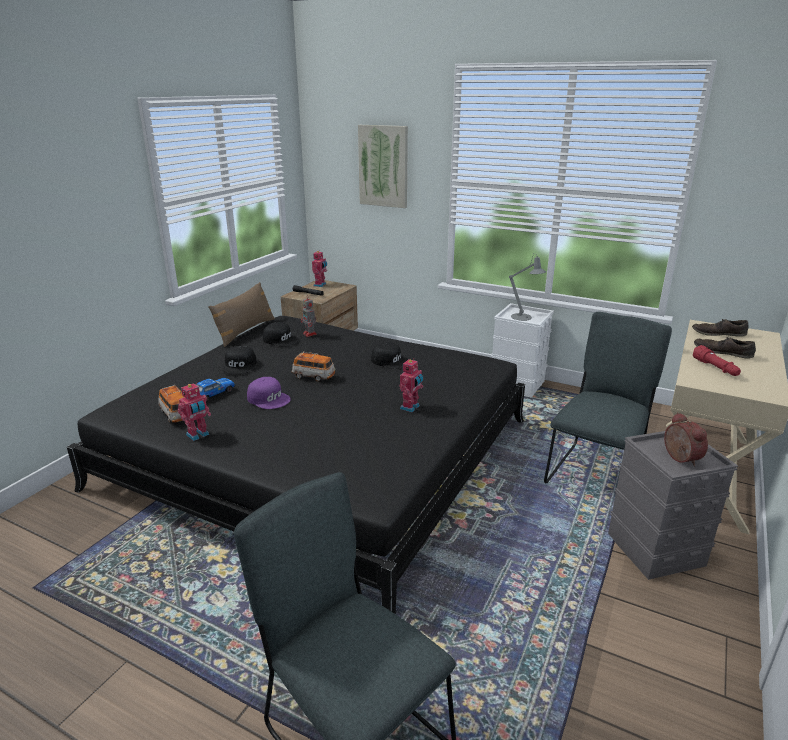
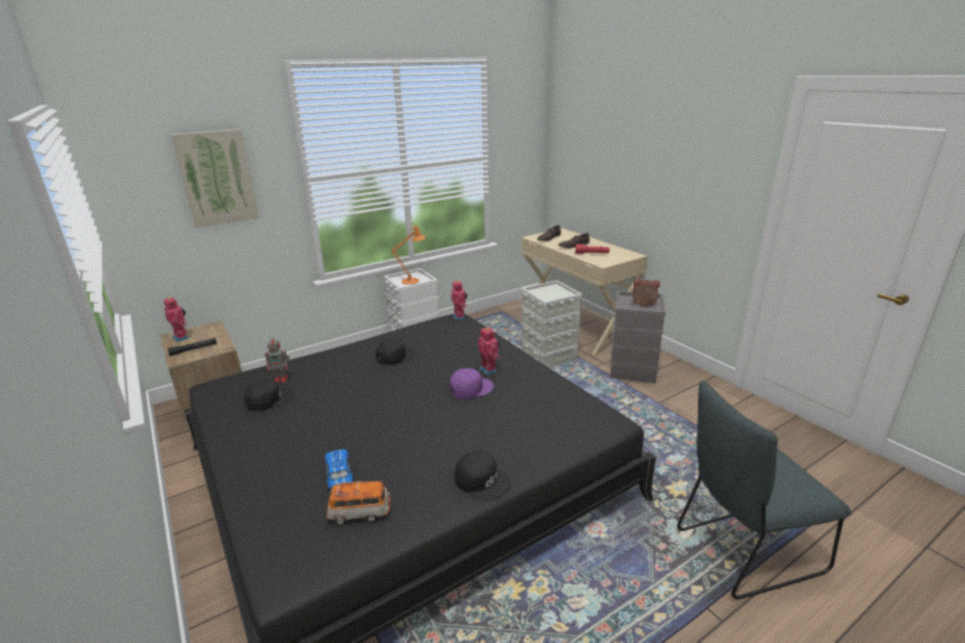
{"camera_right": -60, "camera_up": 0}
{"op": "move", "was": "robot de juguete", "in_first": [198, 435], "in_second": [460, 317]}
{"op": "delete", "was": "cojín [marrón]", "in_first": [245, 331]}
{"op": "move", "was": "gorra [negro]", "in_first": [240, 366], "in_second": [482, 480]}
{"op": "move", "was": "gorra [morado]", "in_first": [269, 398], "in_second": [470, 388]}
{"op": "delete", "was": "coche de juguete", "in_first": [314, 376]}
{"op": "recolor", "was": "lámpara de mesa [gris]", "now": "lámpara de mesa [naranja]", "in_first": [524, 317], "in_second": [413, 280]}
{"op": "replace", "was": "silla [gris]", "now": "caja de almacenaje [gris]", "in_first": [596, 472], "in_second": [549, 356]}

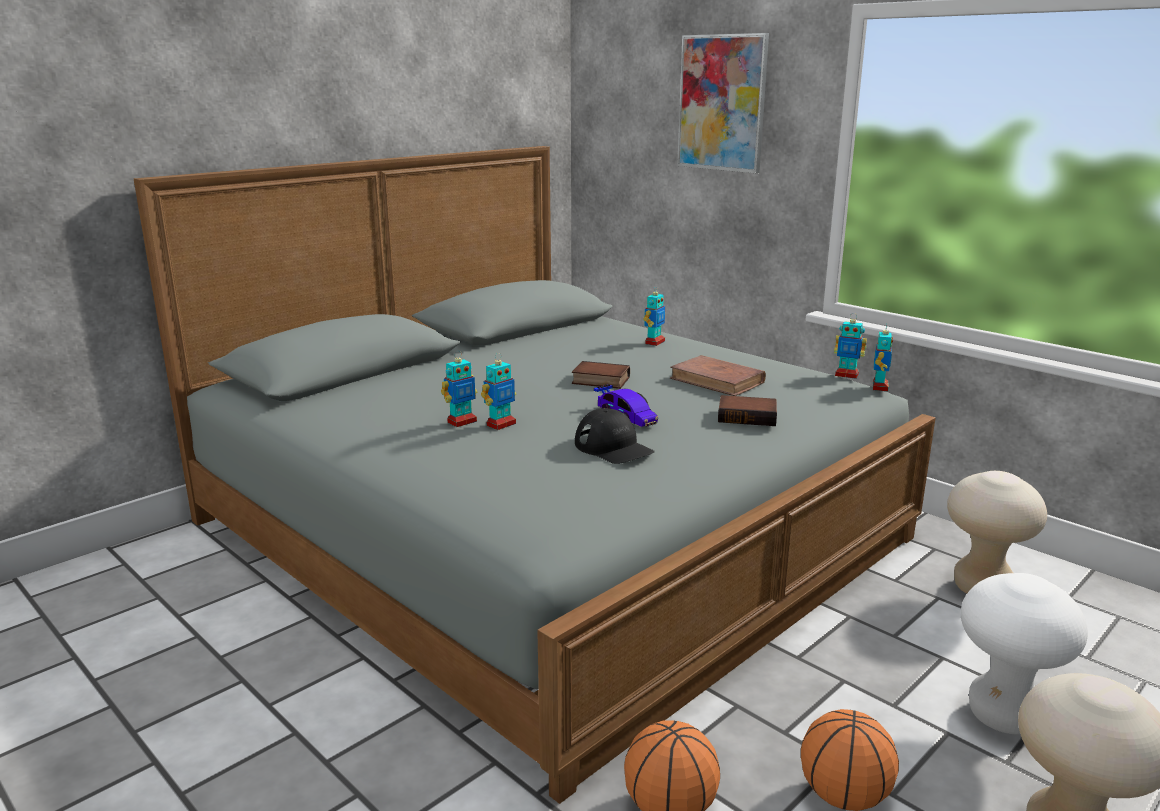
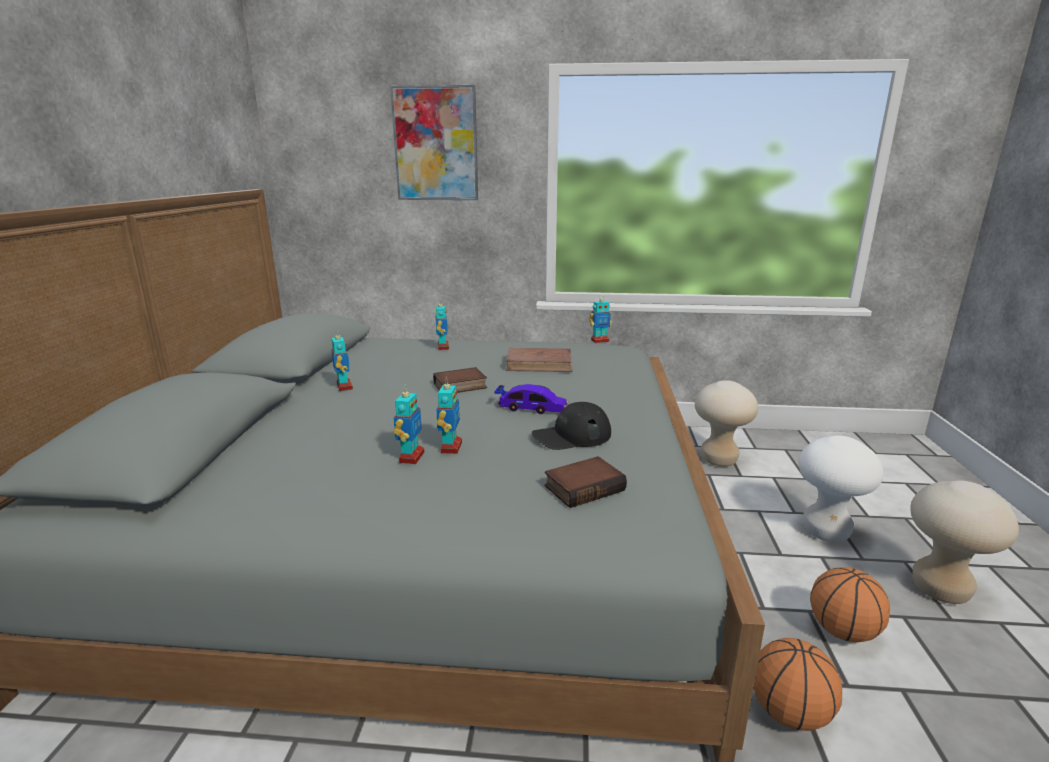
{"camera_right": -40, "camera_up": 0}
{"op": "rotate", "was": "gorra [negro]", "in_first": [613, 448], "in_second": [571, 436], "clockwise": 150}
{"op": "move", "was": "libro", "in_first": [748, 416], "in_second": [584, 487]}
{"op": "move", "was": "robot de juguete", "in_first": [879, 387], "in_second": [344, 387]}

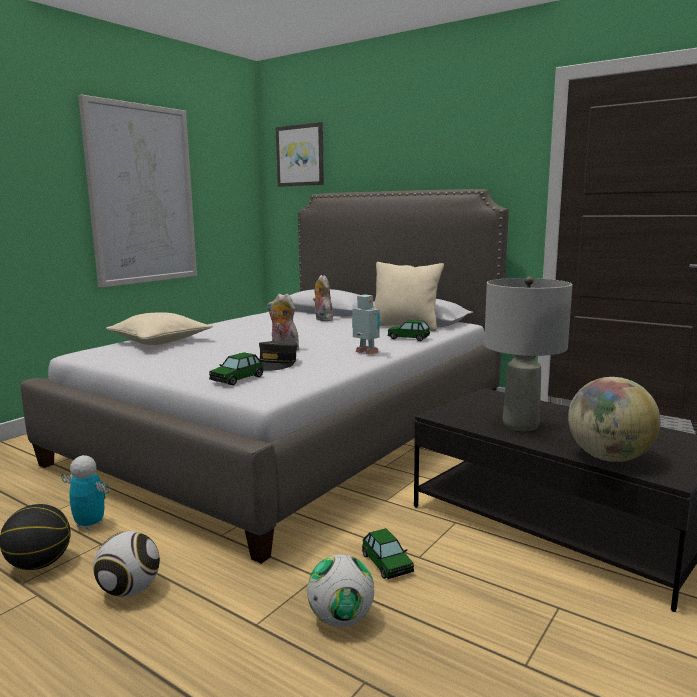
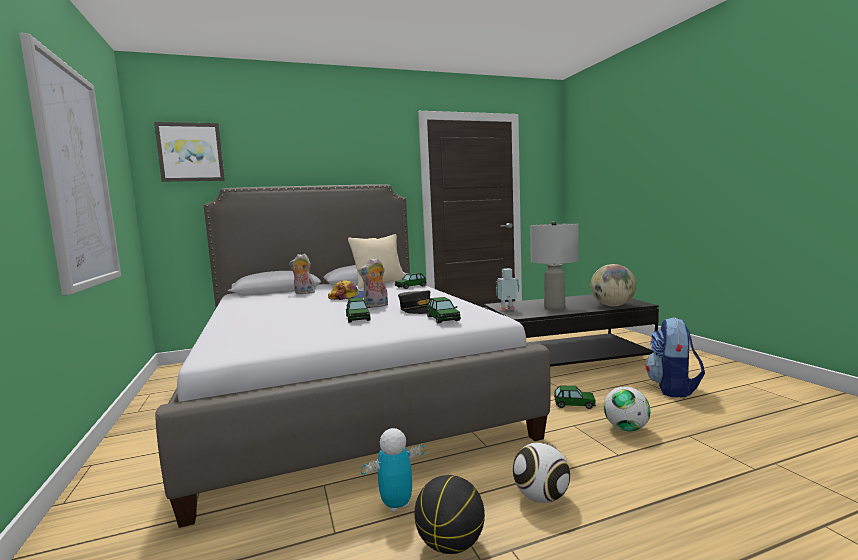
{"camera_right": -55, "camera_up": -5}
{"op": "delete", "was": "cojín [beis]", "in_first": [160, 341]}
{"op": "move", "was": "robot de juguete", "in_first": [366, 353], "in_second": [507, 310]}
{"op": "insert", "now": "gorra", "in_second": [349, 297]}
{"op": "insert", "now": "coche de juguete", "in_second": [358, 318]}
{"op": "insert", "now": "mochila", "in_second": [673, 389]}

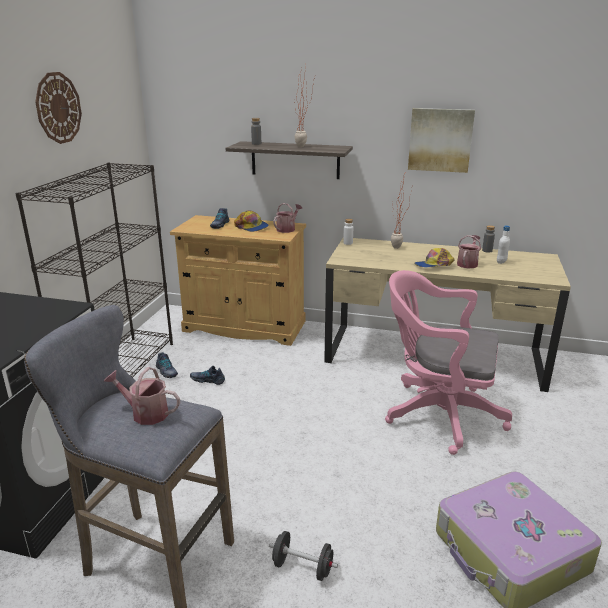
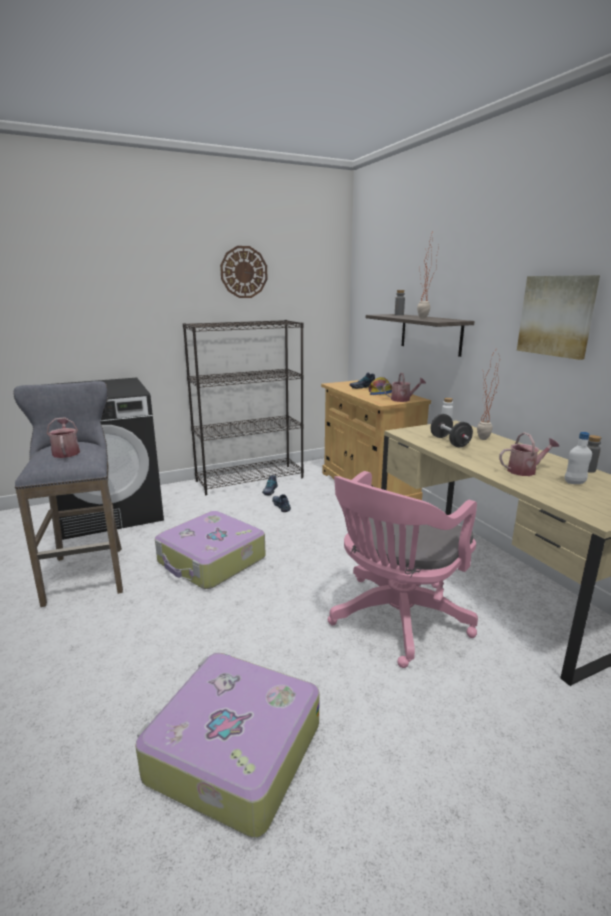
{"camera_right": 50, "camera_up": -5}
{"op": "move", "was": "mancuerna [negro]", "in_first": [302, 567], "in_second": [449, 442]}
{"op": "rotate", "was": "silla de oficina [rosa]", "in_first": [437, 414], "in_second": [395, 620], "clockwise": -120}
{"op": "delete", "was": "gorra", "in_first": [434, 265]}
{"op": "insert", "now": "maleta", "in_second": [211, 561]}

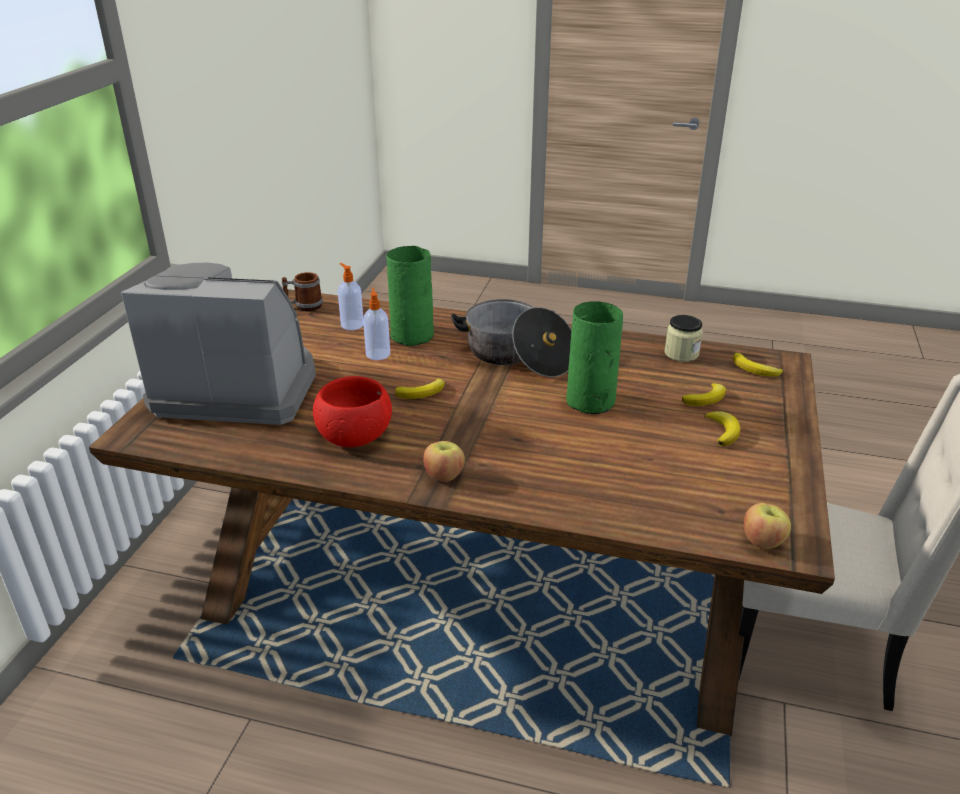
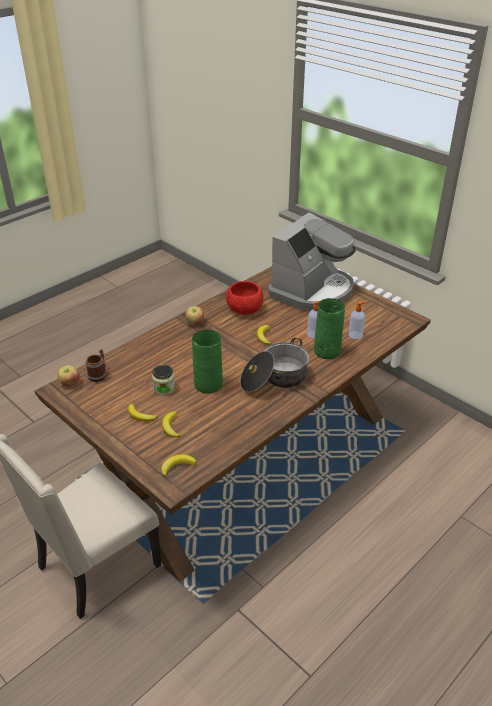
{"camera_right": 120, "camera_up": 5}
{"op": "move", "was": "taza grande", "in_first": [303, 306], "in_second": [99, 374]}
{"op": "move", "was": "tarro", "in_first": [681, 353], "in_second": [164, 388]}

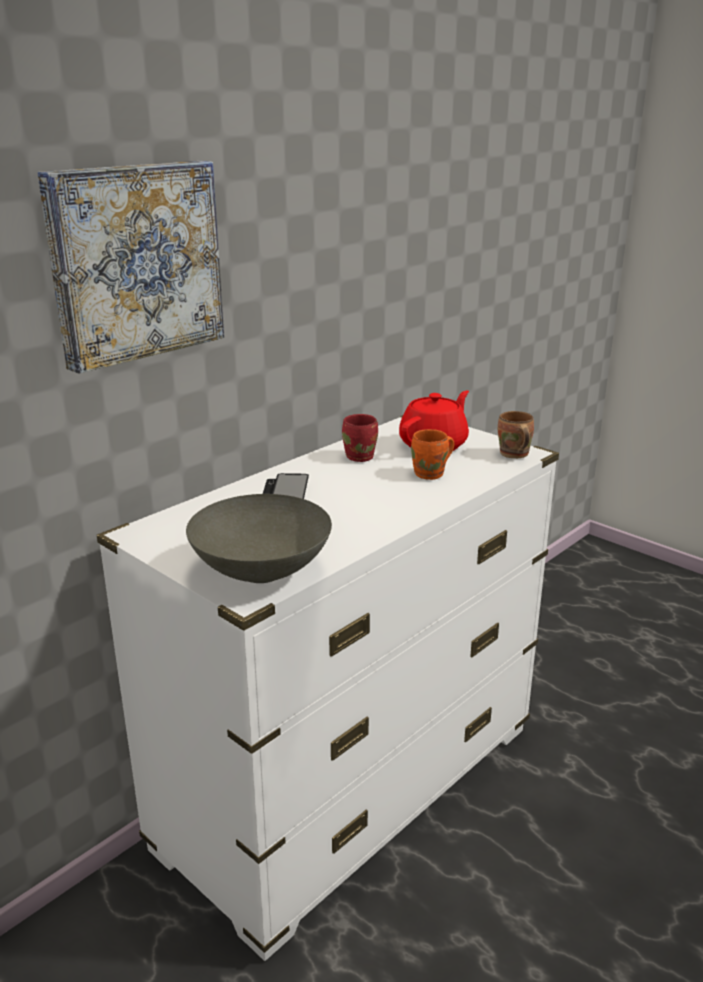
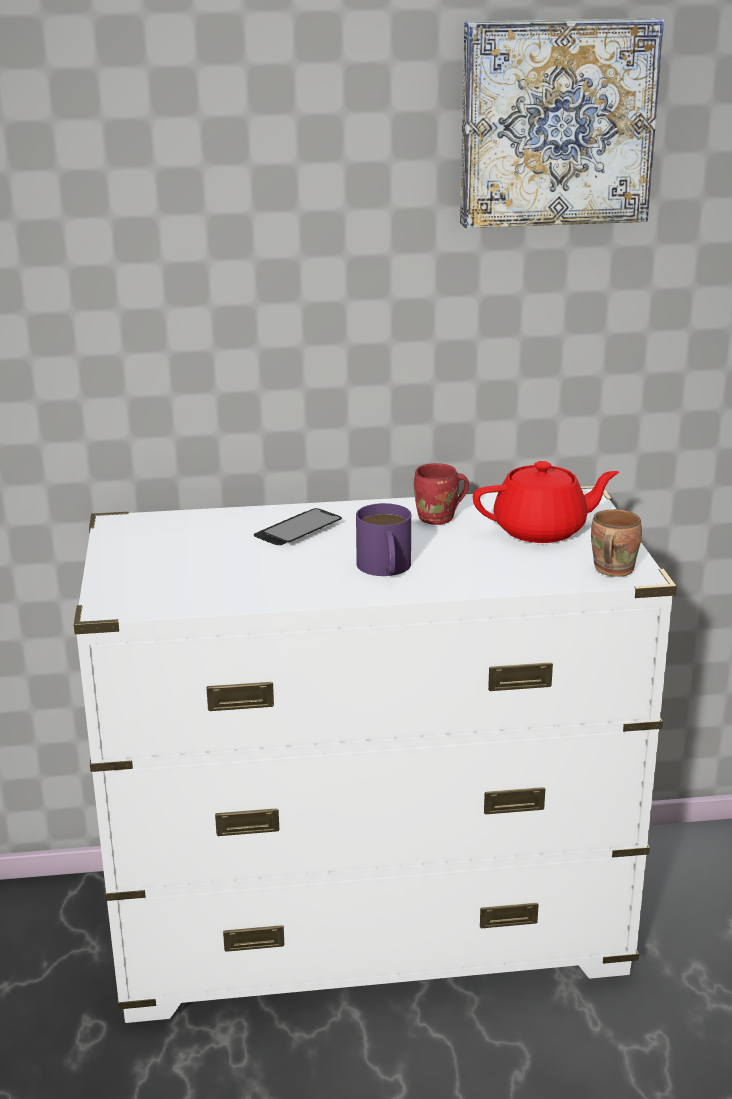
{"camera_right": 40, "camera_up": 0}
{"op": "move", "was": "cuadro", "in_first": [134, 262], "in_second": [555, 123]}
{"op": "delete", "was": "cuenco [gris]", "in_first": [259, 571]}
{"op": "delete", "was": "taza grande [naranja]", "in_first": [431, 474]}
{"op": "insert", "now": "taza grande [morado]", "in_second": [385, 569]}

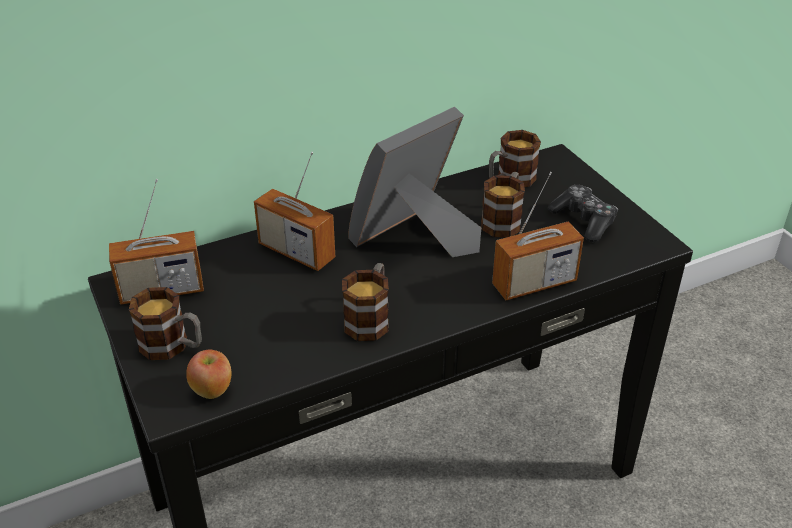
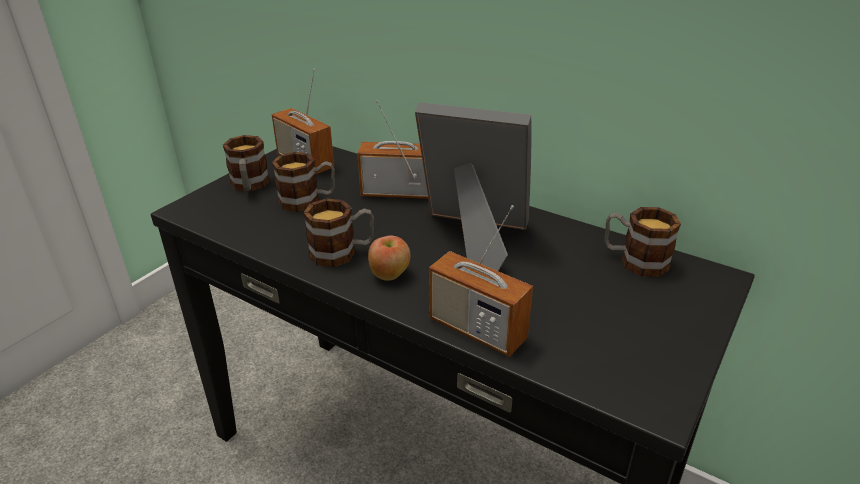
{"camera_right": 60, "camera_up": -5}
{"op": "move", "was": "manzana", "in_first": [212, 390], "in_second": [390, 275]}
{"op": "rotate", "was": "radio", "in_first": [296, 252], "in_second": [397, 193], "clockwise": 90}
{"op": "move", "was": "taza grande", "in_first": [503, 220], "in_second": [308, 201]}
{"op": "delete", "was": "mando de consola", "in_first": [583, 221]}

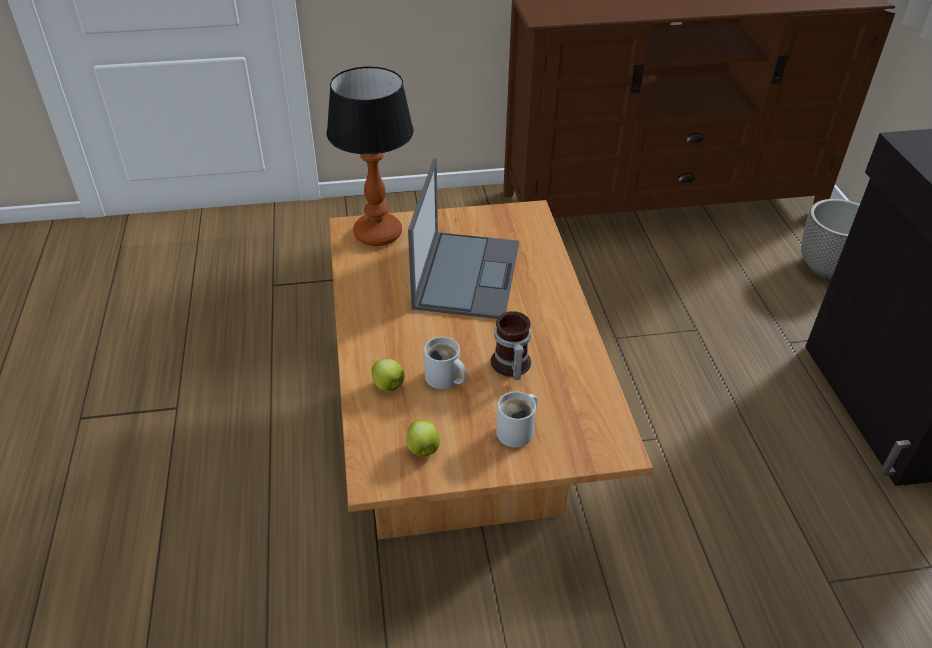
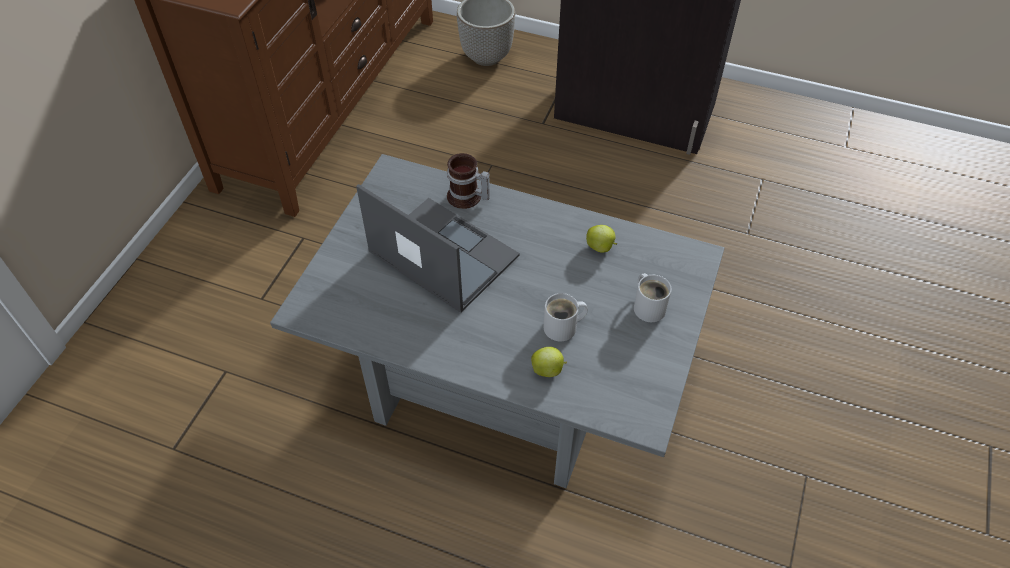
{"camera_right": -60, "camera_up": 10}
{"op": "delete", "was": "lámpara de mesa", "in_first": [377, 234]}
{"op": "recolor", "was": "mesa de centro [marrón]", "now": "mesa de centro [gris]", "in_first": [464, 443], "in_second": [504, 378]}
{"op": "move", "was": "manzana", "in_first": [423, 450], "in_second": [601, 247]}
{"op": "move", "was": "taza grande", "in_first": [509, 366], "in_second": [467, 198]}

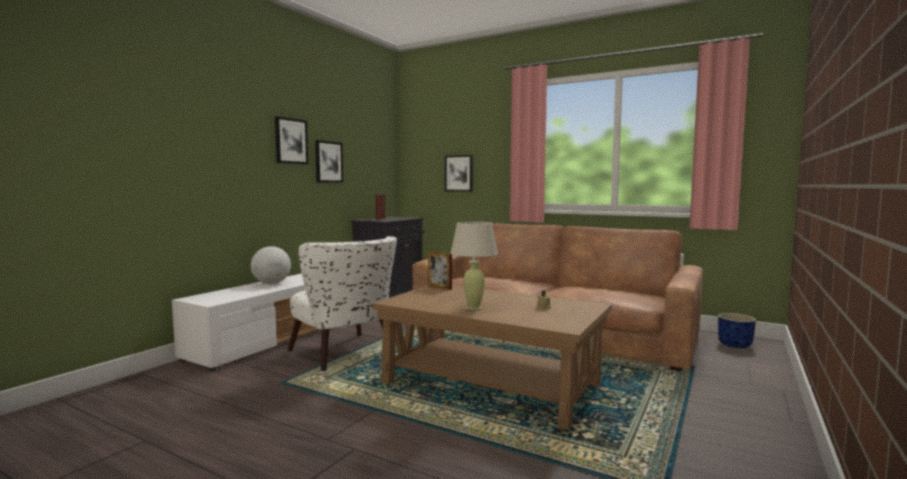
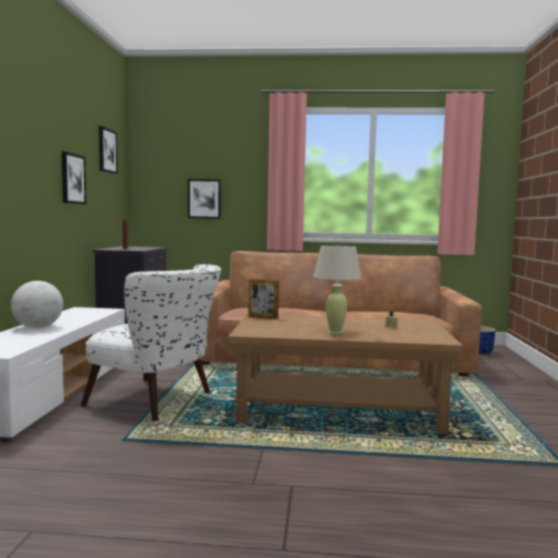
{"camera_right": -25, "camera_up": 0}
{"op": "move", "was": "cuadro", "in_first": [291, 141], "in_second": [107, 151]}

